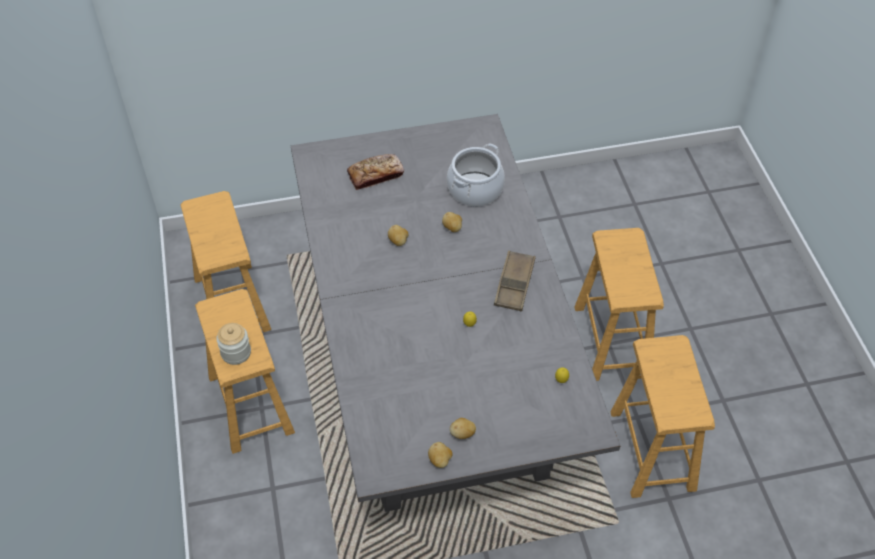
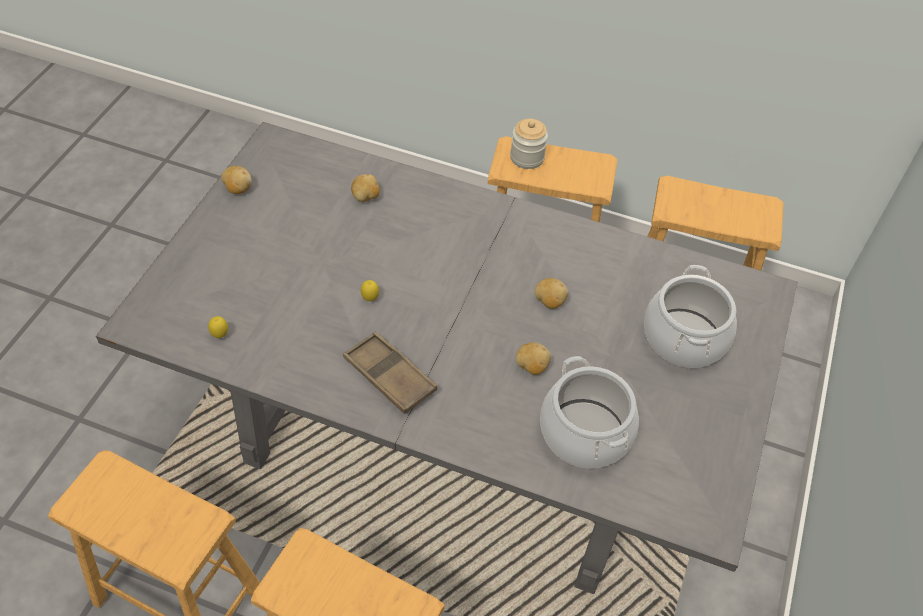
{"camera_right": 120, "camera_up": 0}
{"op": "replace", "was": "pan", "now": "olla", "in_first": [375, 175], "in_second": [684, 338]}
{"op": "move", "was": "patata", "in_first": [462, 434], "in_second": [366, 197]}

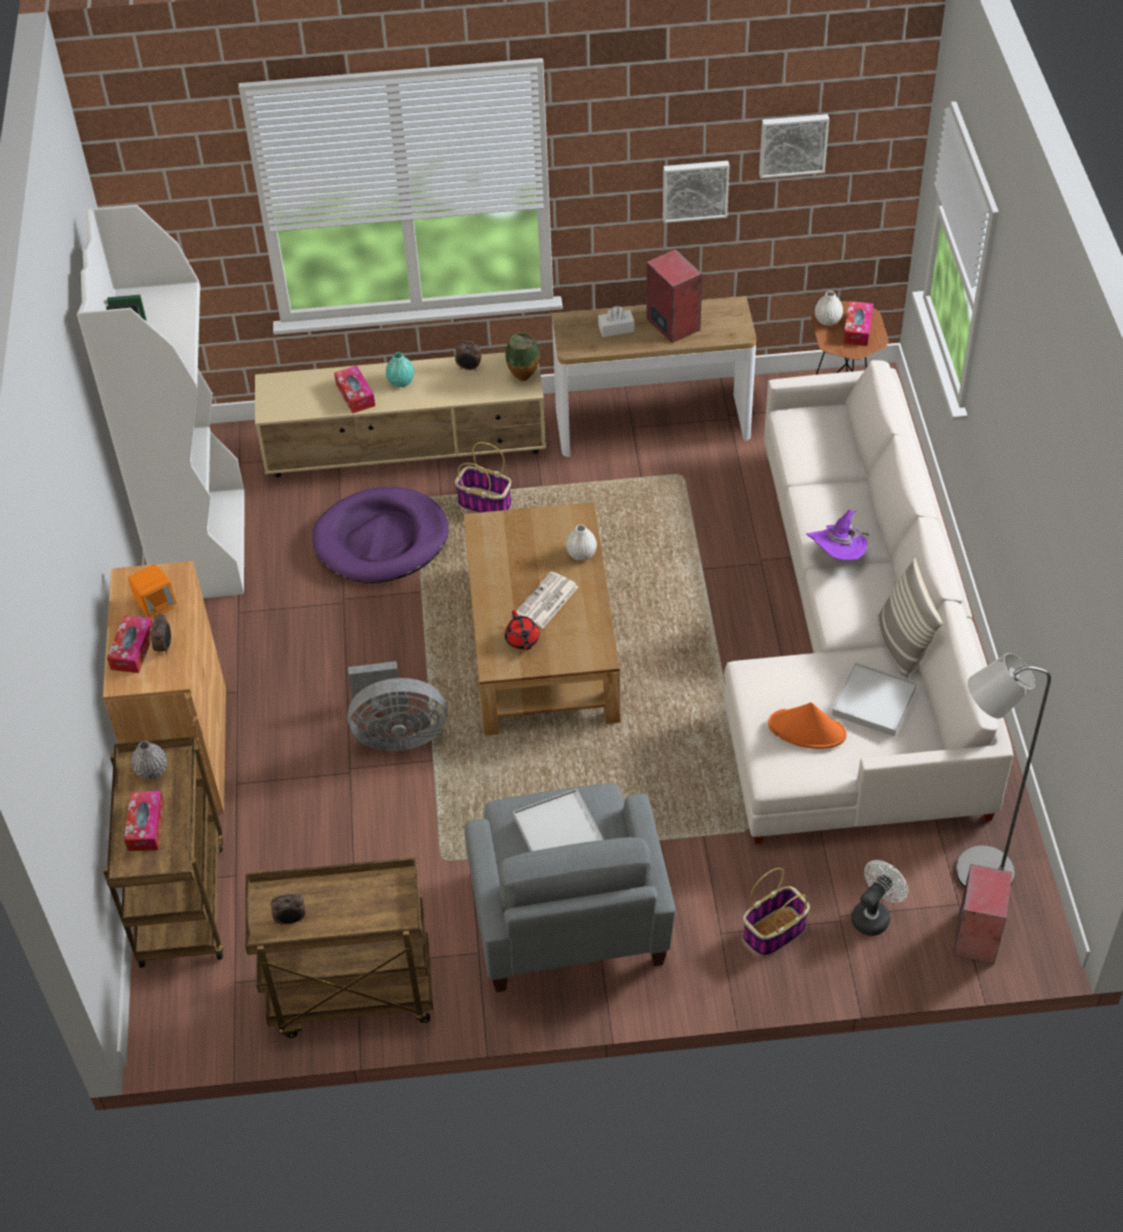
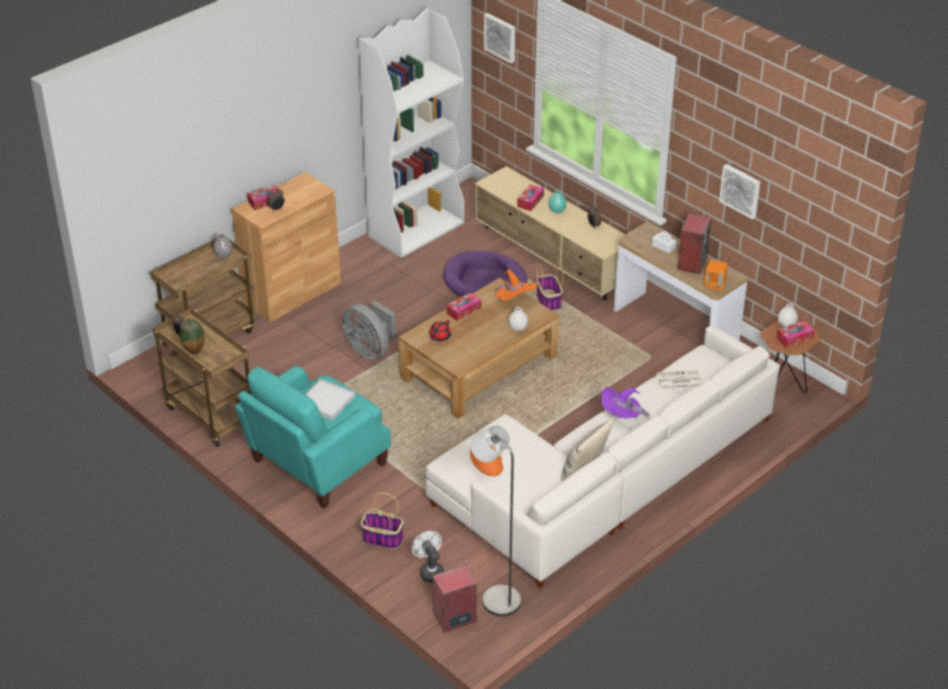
{"camera_right": 50, "camera_up": -10}
{"op": "move", "was": "caja de pañuelos", "in_first": [146, 826], "in_second": [463, 310]}
{"op": "move", "was": "altavoz [naranja]", "in_first": [156, 605], "in_second": [715, 285]}
{"op": "recolor", "was": "sillón [gris]", "now": "sillón [turquesa]", "in_first": [568, 924], "in_second": [316, 464]}
{"op": "move", "was": "florero", "in_first": [524, 379], "in_second": [194, 353]}
{"op": "move", "was": "periódico", "in_first": [546, 601], "in_second": [679, 380]}
{"op": "move", "was": "cuadro", "in_first": [793, 144], "in_second": [501, 37]}
{"op": "delete", "was": "bandeja [blanco]", "in_first": [874, 702]}
{"op": "rotate", "was": "ventilador [blanco]", "in_first": [874, 915], "in_second": [430, 571], "clockwise": -120}
{"op": "insert", "now": "sombrero [naranja]", "in_second": [514, 301]}

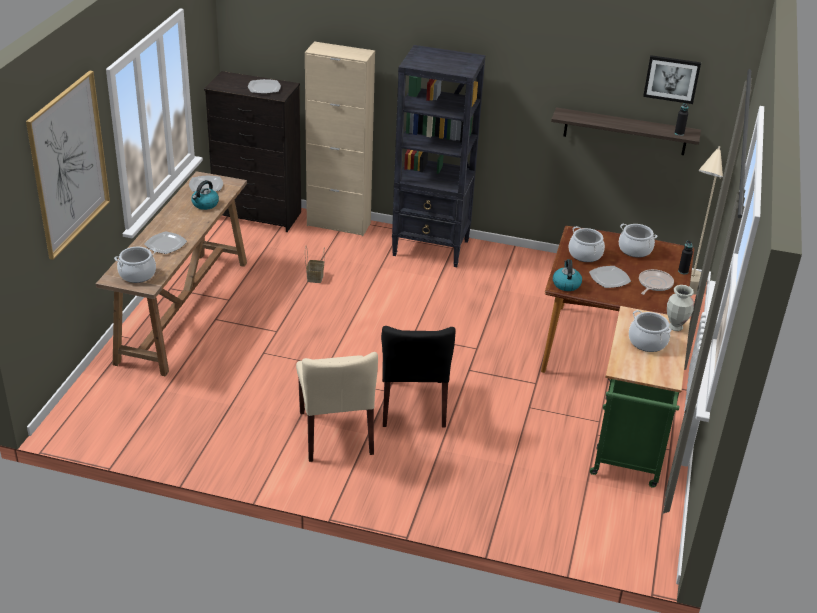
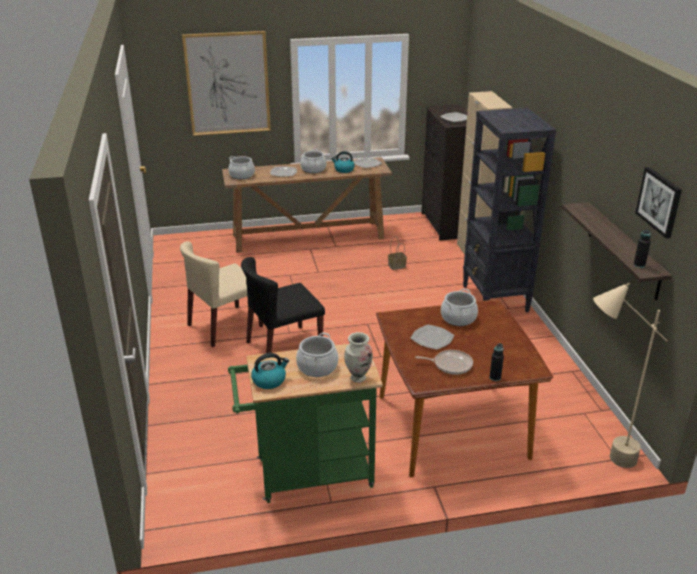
{"camera_right": 65, "camera_up": -5}
{"op": "move", "was": "hervidor", "in_first": [566, 284], "in_second": [269, 380]}
{"op": "move", "was": "olla", "in_first": [635, 250], "in_second": [313, 169]}

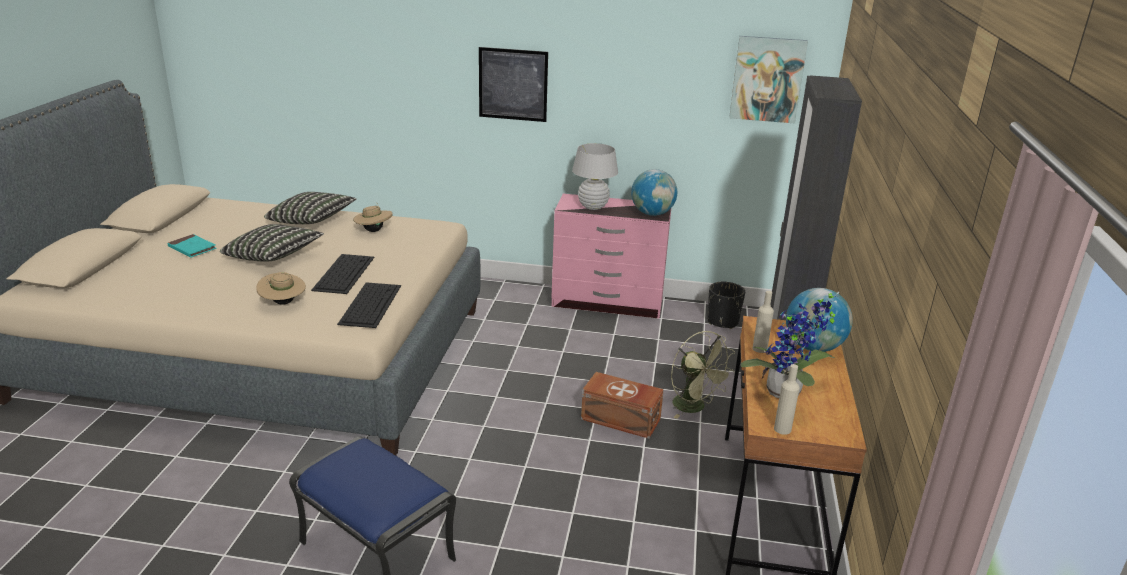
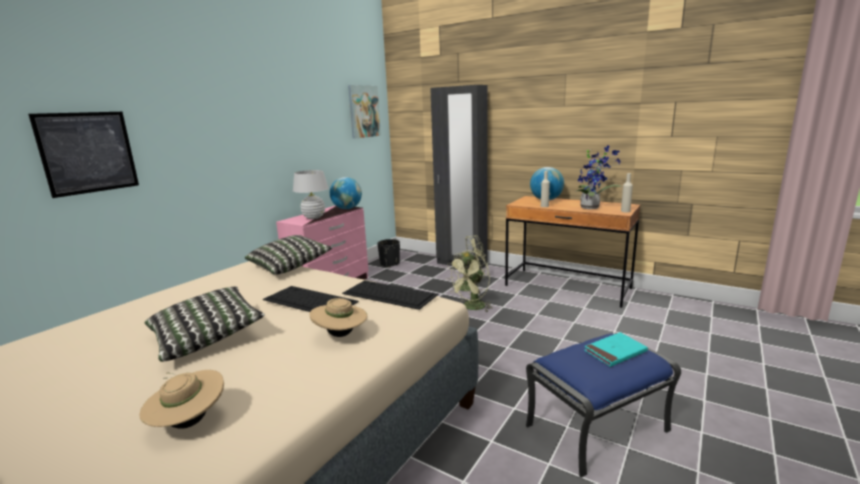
{"camera_right": -65, "camera_up": -10}
{"op": "move", "was": "libro [turquesa]", "in_first": [192, 248], "in_second": [615, 352]}
{"op": "move", "was": "cojín", "in_first": [312, 221], "in_second": [290, 266]}
{"op": "move", "was": "sombrero [beis]", "in_first": [373, 230], "in_second": [188, 422]}
{"op": "move", "was": "cuadro", "in_first": [513, 84], "in_second": [88, 152]}
{"op": "replace", "was": "caja de almacenaje [marrón]", "now": "ventilador [verde]", "in_first": [621, 420], "in_second": [471, 308]}

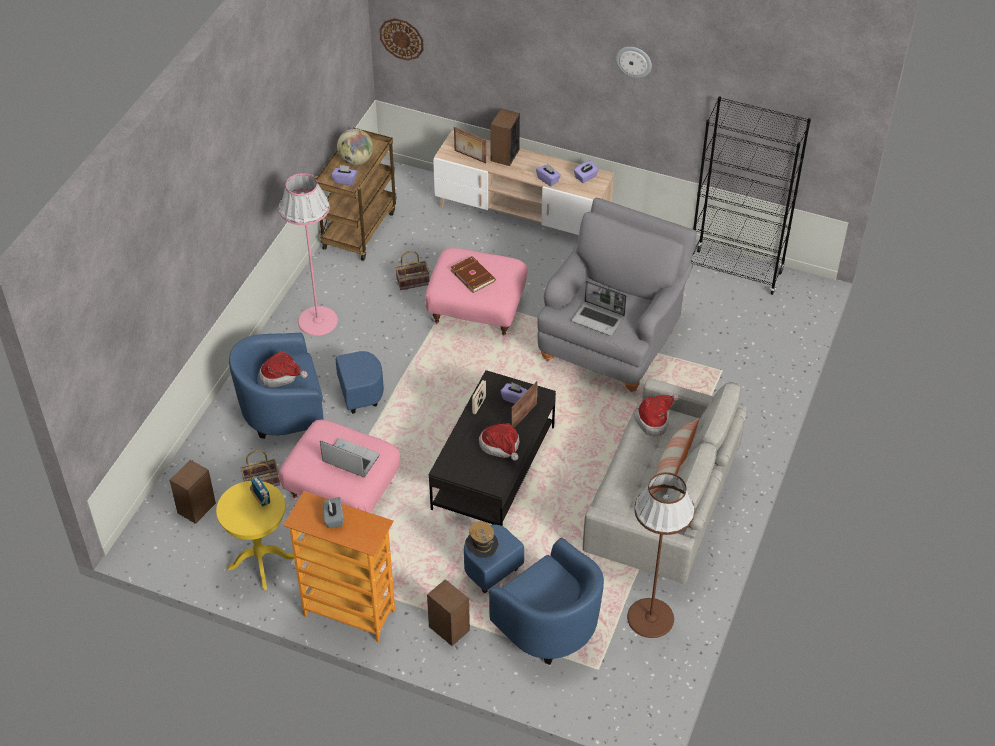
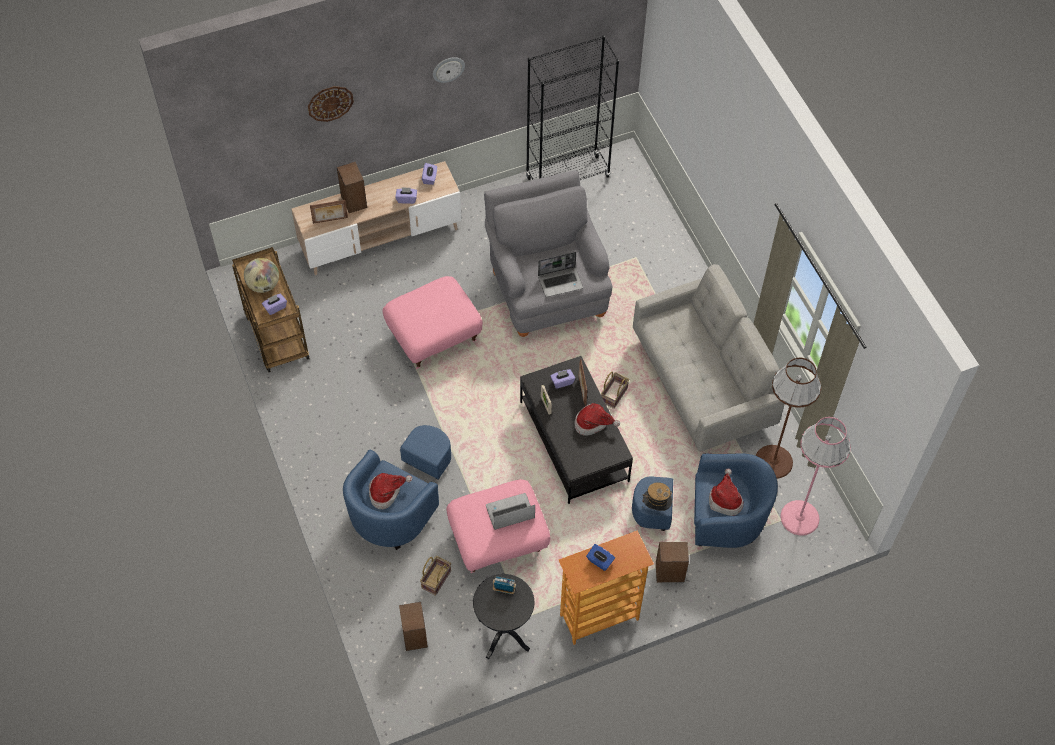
{"camera_right": -45, "camera_up": 10}
{"op": "recolor", "was": "mesa auxiliar [amarillo]", "now": "mesa auxiliar [negro]", "in_first": [261, 562], "in_second": [504, 634]}
{"op": "move", "was": "lámpara de pie [rosa]", "in_first": [317, 321], "in_second": [799, 517]}
{"op": "recolor", "was": "caja de pañuelos [gris]", "now": "caja de pañuelos [azul]", "in_first": [333, 518], "in_second": [599, 561]}
{"op": "move", "was": "reloj de pared", "in_first": [401, 38], "in_second": [330, 103]}
{"op": "move", "was": "cesta", "in_first": [413, 281], "in_second": [614, 394]}
{"op": "delete", "was": "libro [marrón]", "in_first": [473, 275]}
{"op": "move", "was": "sombrero", "in_first": [654, 420], "in_second": [725, 499]}
{"op": "delete", "was": "cojín", "in_first": [672, 467]}

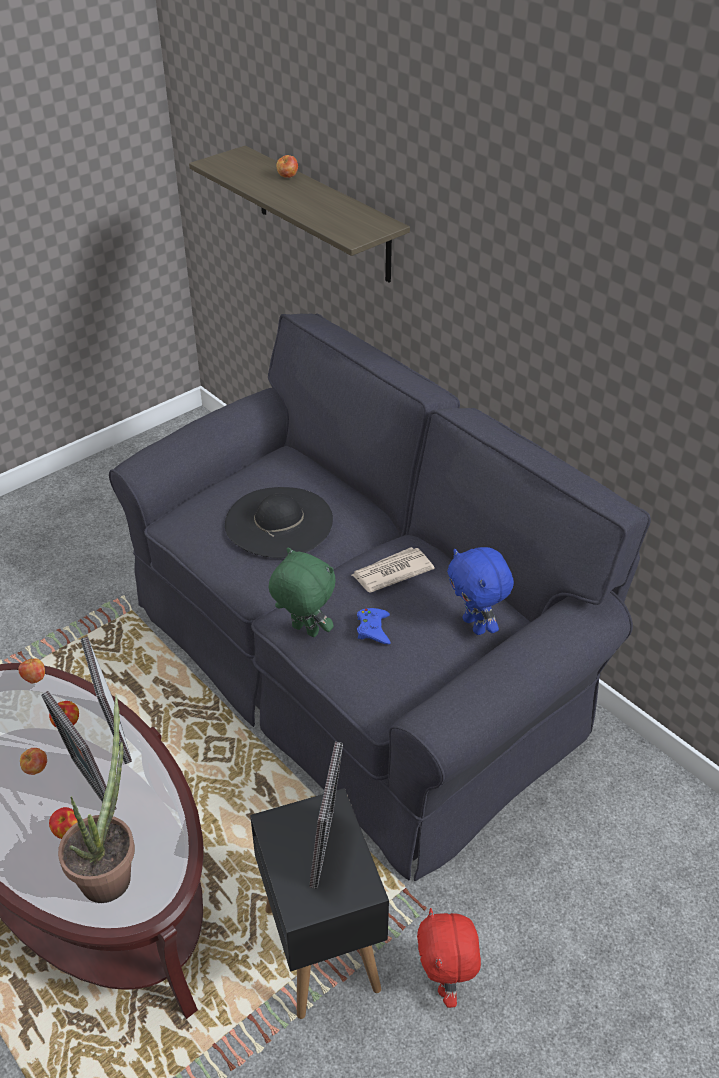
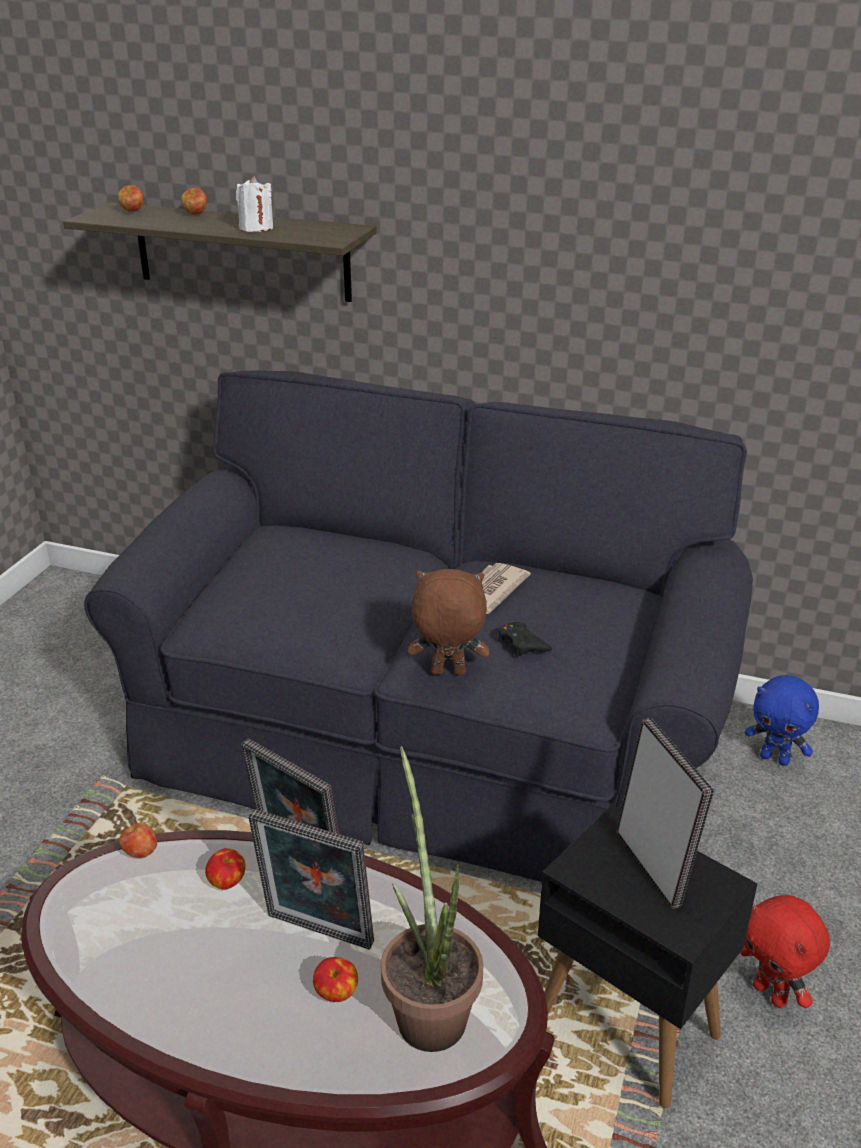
{"camera_right": -30, "camera_up": -10}
{"op": "move", "was": "manzana", "in_first": [36, 769], "in_second": [133, 212]}
{"op": "delete", "was": "sombrero [negro]", "in_first": [279, 521]}
{"op": "recolor", "was": "peluche [verde]", "now": "peluche [marrón]", "in_first": [303, 631], "in_second": [447, 673]}
{"op": "recolor", "was": "mando de consola [azul]", "now": "mando de consola [negro]", "in_first": [373, 629], "in_second": [522, 644]}
{"op": "move", "was": "peluche [azul]", "in_first": [475, 625], "in_second": [775, 758]}
{"op": "insert", "now": "vela [blanco]", "in_second": [256, 228]}

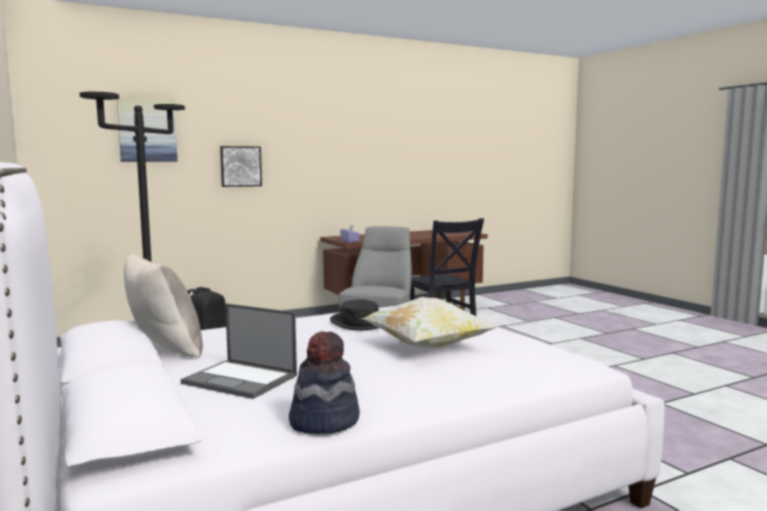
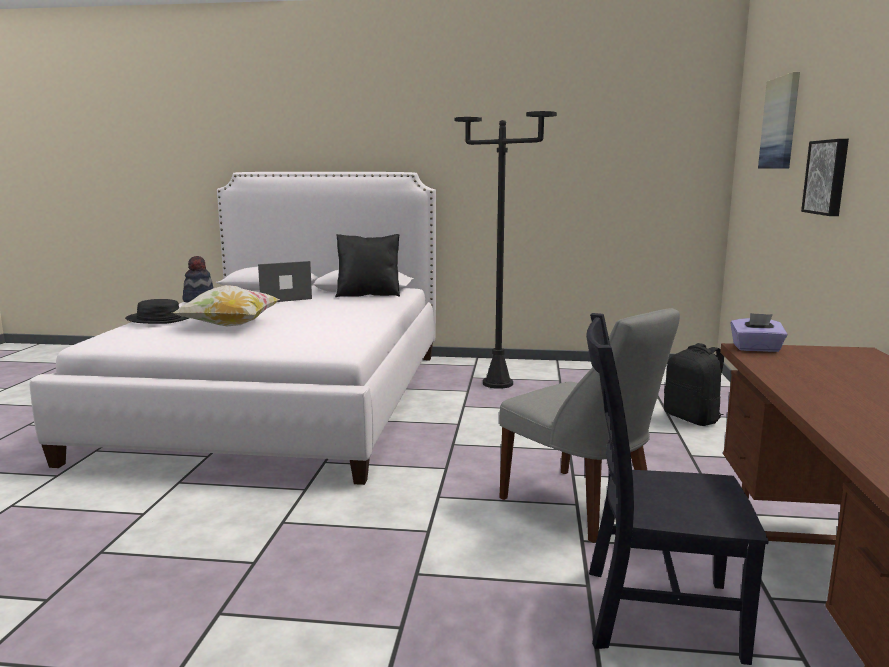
{"camera_right": 125, "camera_up": 5}
{"op": "recolor", "was": "cojín [beis]", "now": "cojín [negro]", "in_first": [164, 349], "in_second": [368, 295]}
{"op": "move", "was": "sombrero [negro]", "in_first": [360, 322], "in_second": [159, 319]}

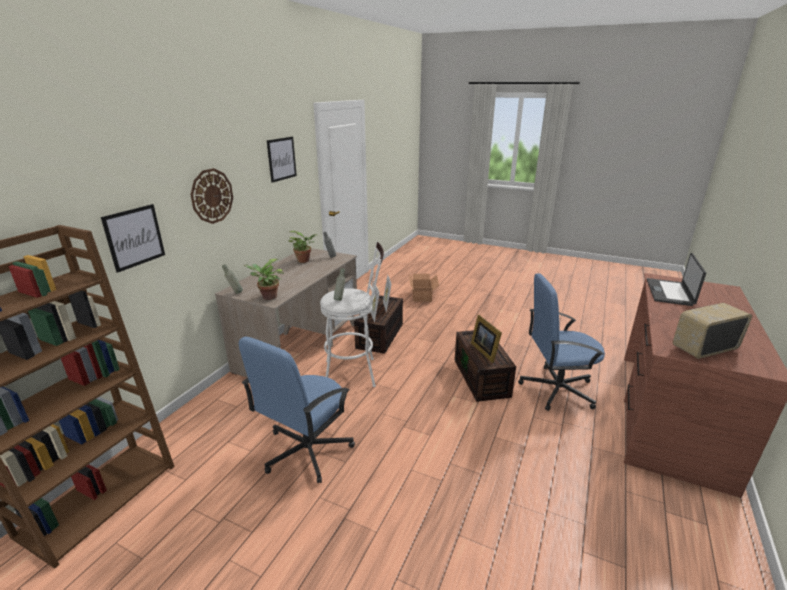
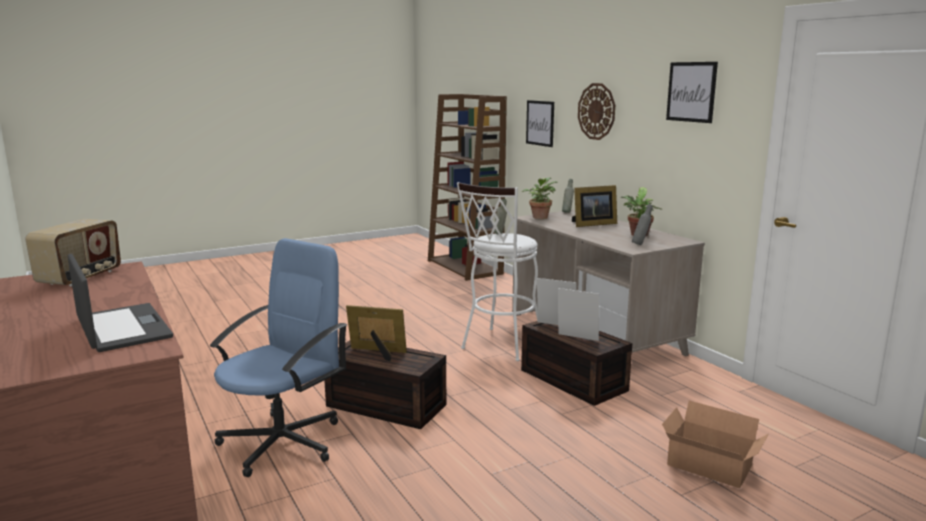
{"camera_right": 125, "camera_up": -10}
{"op": "delete", "was": "silla de oficina [azul]", "in_first": [306, 450]}
{"op": "insert", "now": "portarretratos", "in_second": [592, 224]}

